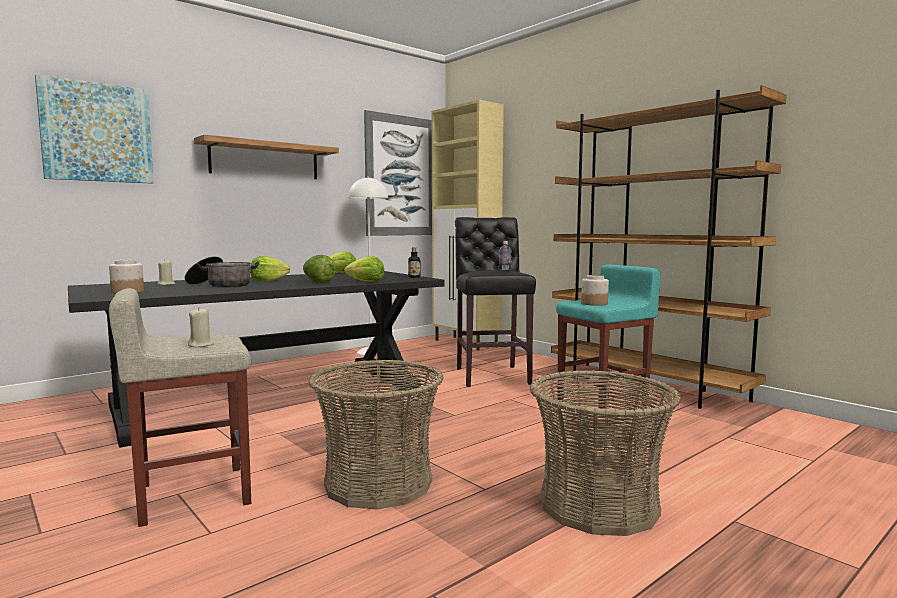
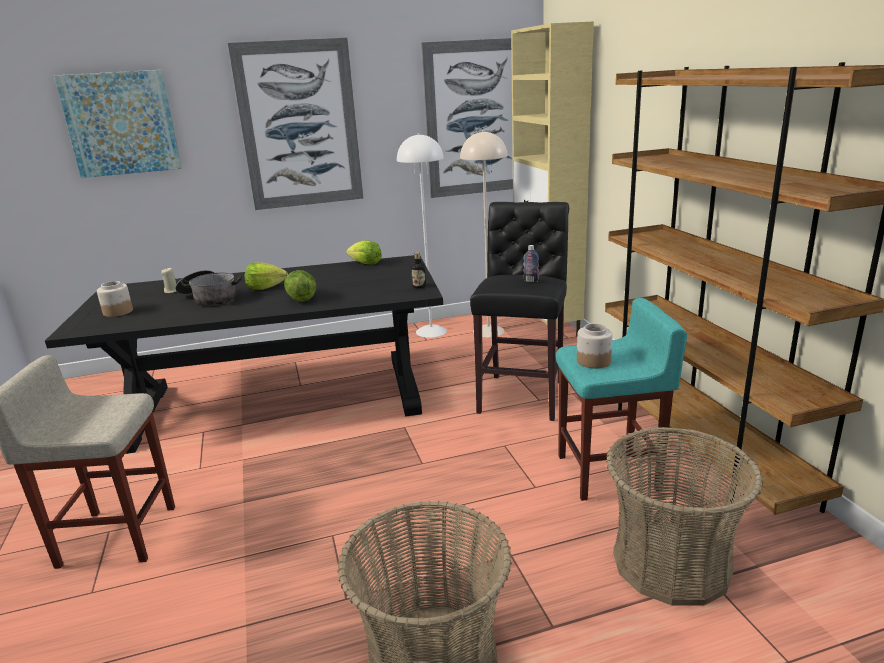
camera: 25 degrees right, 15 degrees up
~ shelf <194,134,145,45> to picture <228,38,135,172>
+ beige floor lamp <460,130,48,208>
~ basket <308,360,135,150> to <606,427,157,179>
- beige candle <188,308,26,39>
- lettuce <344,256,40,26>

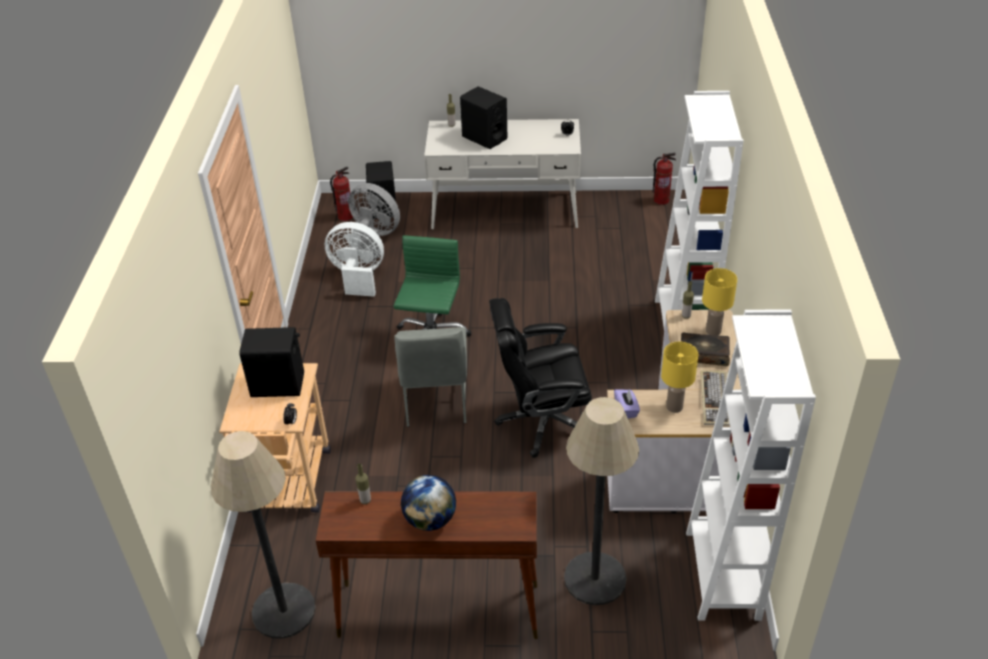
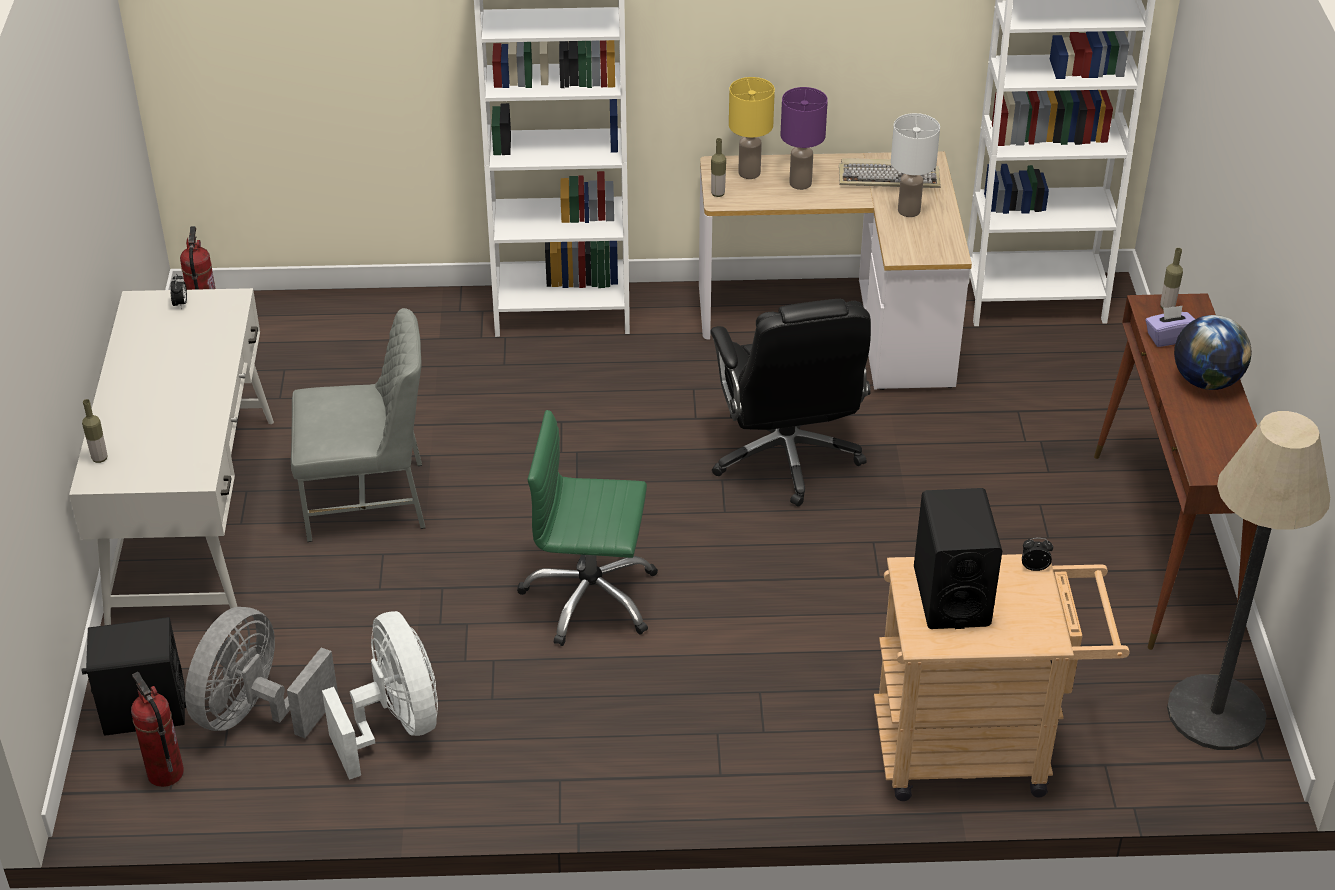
camera: 95 degrees left, 0 degrees up
~ grey chair <394,327,73,100> to <291,308,134,234>
~ white fan <325,222,59,75> = <322,611,116,169> 150 degrees clockwise
~ book <681,333,49,33> to purple table lamp <781,87,47,103>
~ yellow table lamp <661,342,37,71> to white table lamp <891,113,49,104>
~ purple tissue box <614,388,26,31> to <1145,305,50,42>
~ bottle <355,463,16,41> to <1160,248,23,61>
- black speaker <460,86,47,63>
- floor lamp <564,397,75,208>

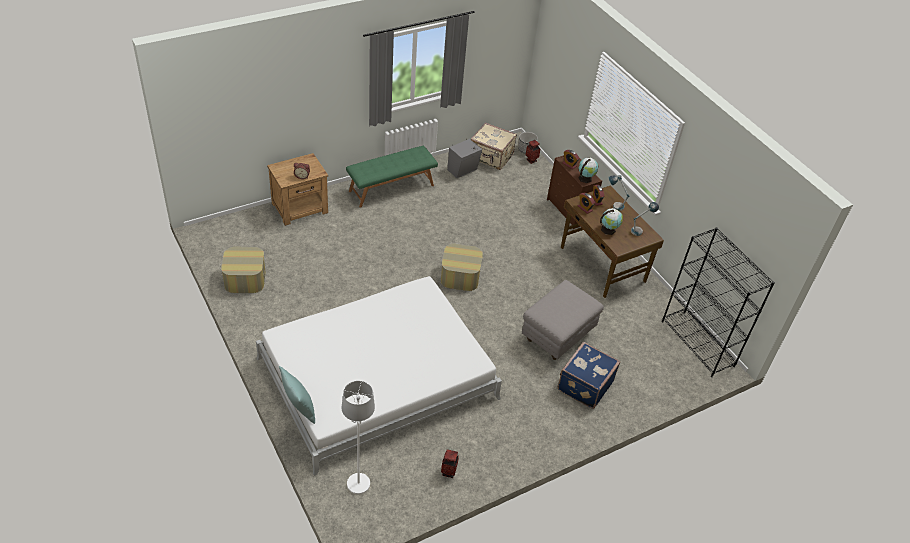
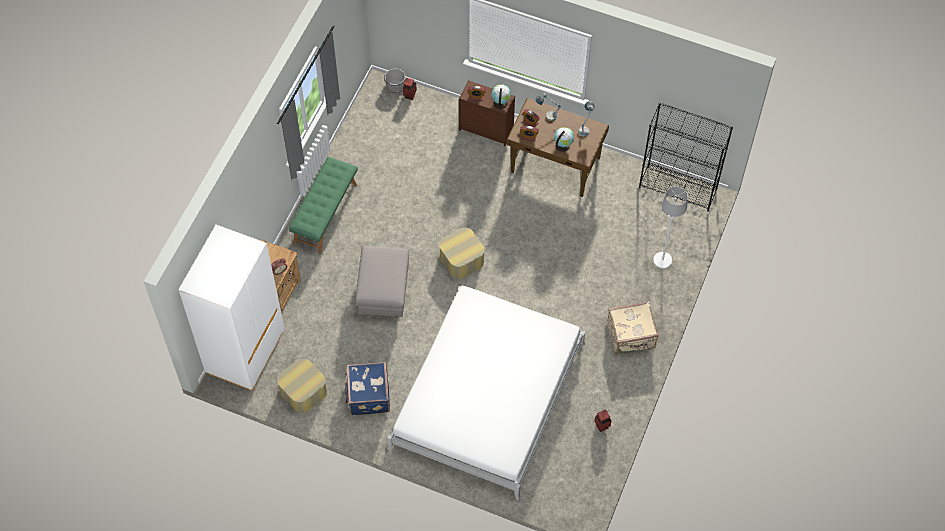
camera: 35 degrees left, 15 degrees up
+ white wardrobe <178,225,107,166>
~ blue suitcase <558,342,62,67> to <345,362,45,54>
~ grey ottoman <522,280,82,80> to <355,246,54,71>
~ beige suitcase <471,122,46,48> to <607,302,52,53>
~ white floor lamp <342,381,33,113> to <653,186,35,83>
- turquoise pillow <279,366,36,58>
- grey speaker <447,139,35,39>

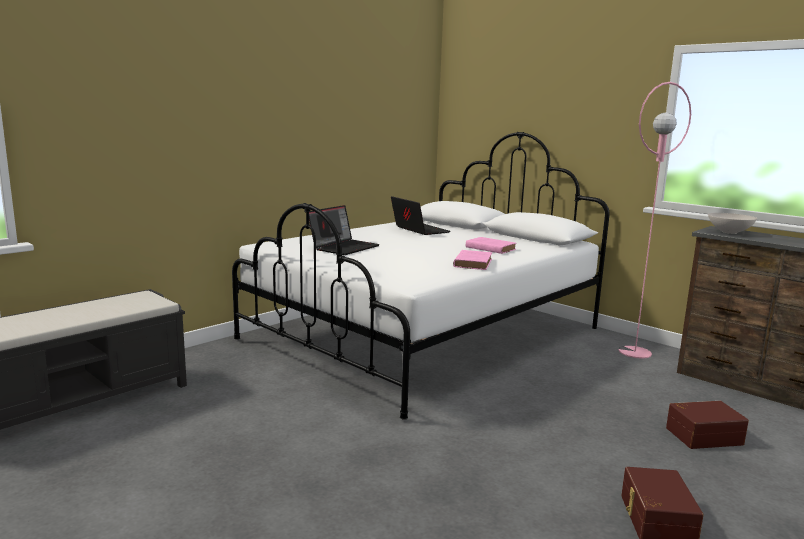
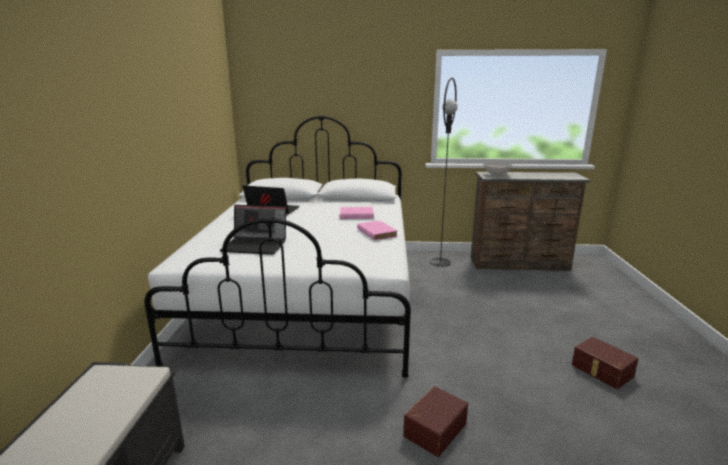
camera: 40 degrees left, 5 degrees up
~ laptop <309,205,71,50> = <220,205,66,50> 105 degrees clockwise
~ brown storage box <666,401,83,48> to <403,386,65,71>
~ pink floor lamp <619,82,72,277> to black floor lamp <430,78,28,189>

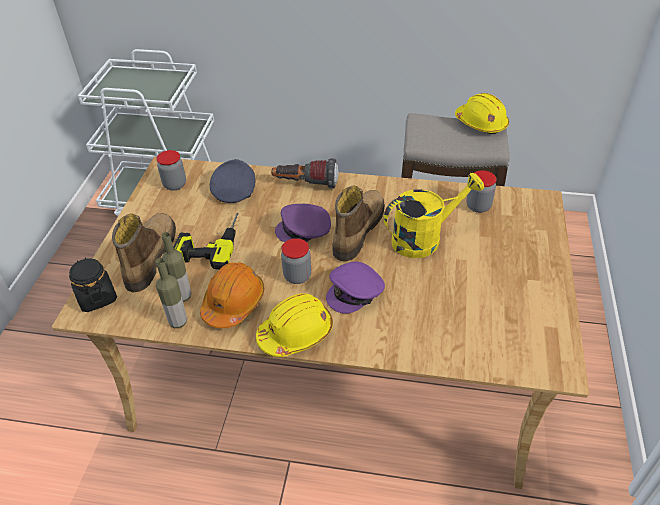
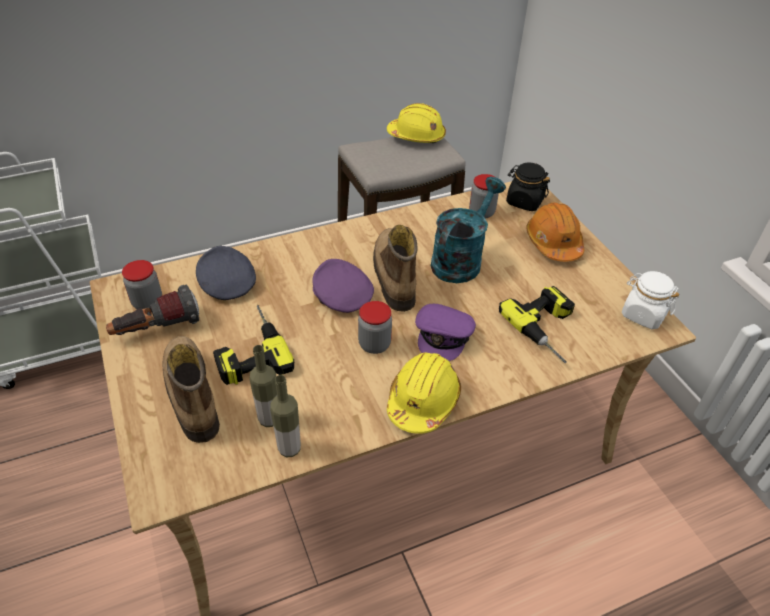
camera: 35 degrees left, 0 degrees up
~ flashlight <271,158,68,31> to <106,285,93,50>
~ purple cap <275,204,56,38> = <313,259,61,54> 90 degrees clockwise
~ yellow watering can <384,173,100,85> to turquoise watering can <431,177,75,106>
+ power drill <499,286,76,77>
~ black jar <69,258,48,54> to <506,162,44,49>
~ orange hard hat <200,262,64,66> to <526,202,58,60>
+ white jar <622,271,57,58>

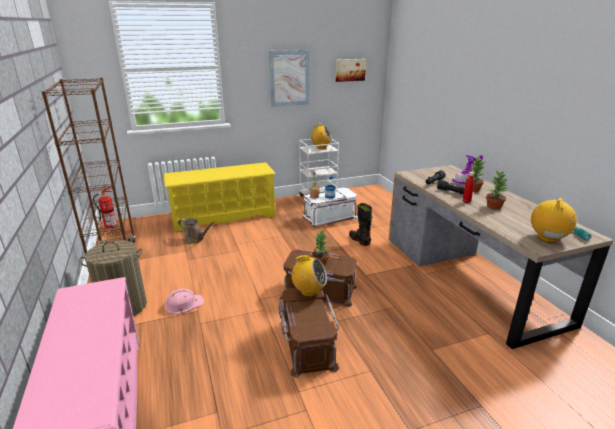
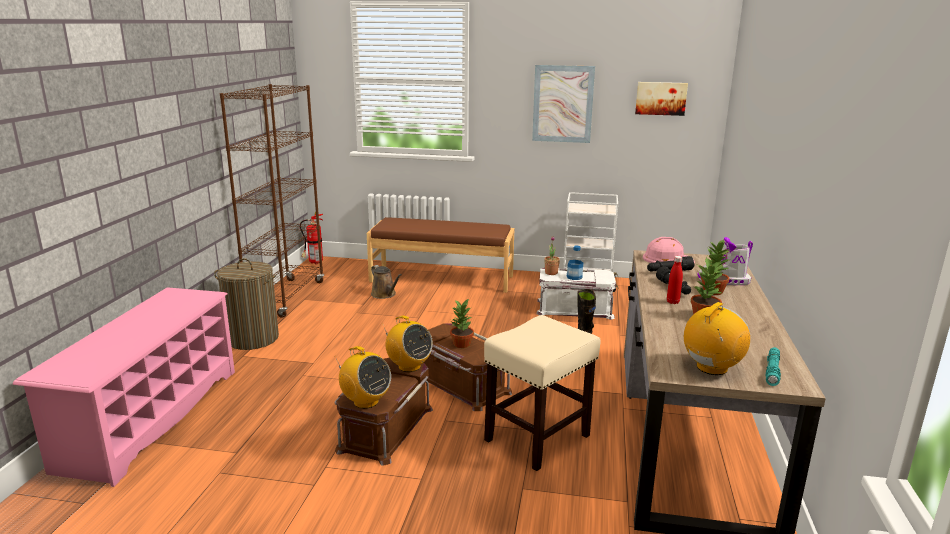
camera: 30 degrees right, 5 degrees down
~ radio <311,123,21,26> to <336,346,55,63>
~ yellow shoe rack <163,162,113,70> to brown bench <367,217,147,76>
+ beige stool <484,315,117,156>
~ pink hard hat <165,289,39,26> to <643,237,52,26>

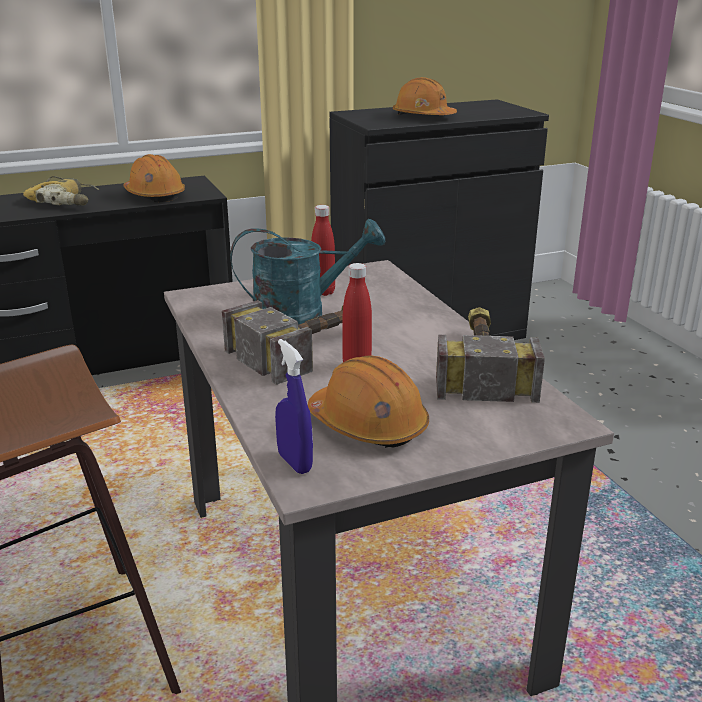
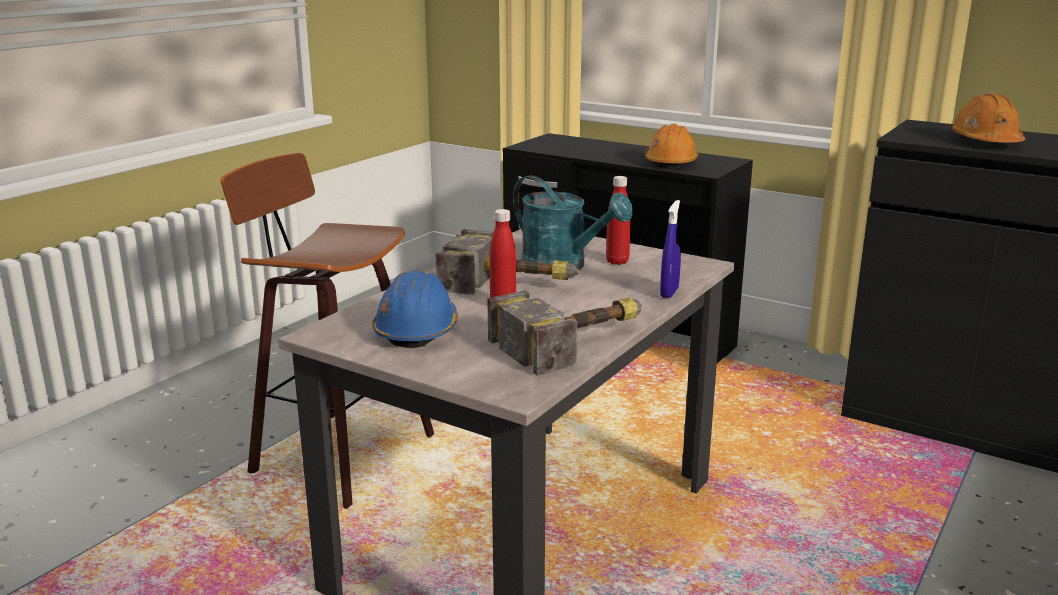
camera: 55 degrees right, 5 degrees down
~ orange hard hat <308,355,121,93> to blue hard hat <372,270,86,78>
~ blue spray bottle <275,339,38,135> to <660,200,21,98>
- power drill <23,176,76,29>

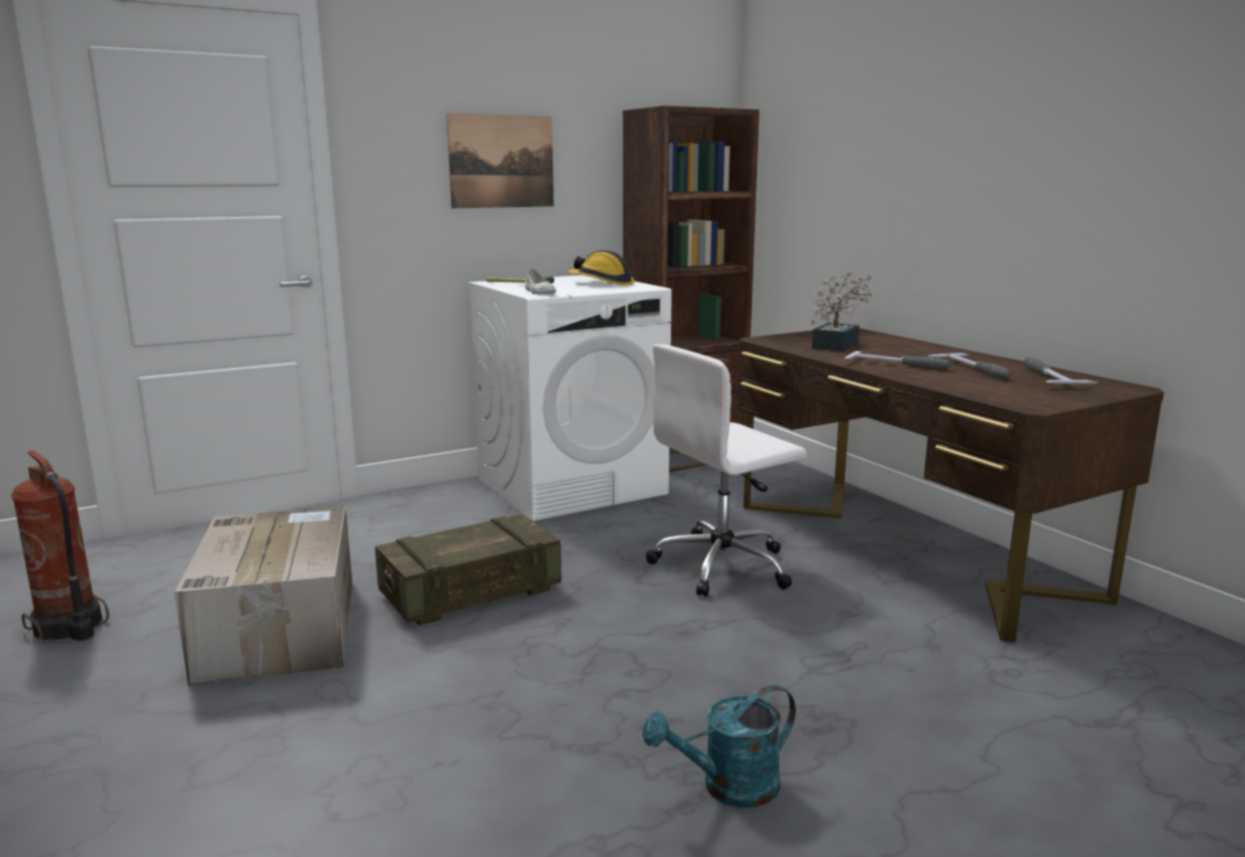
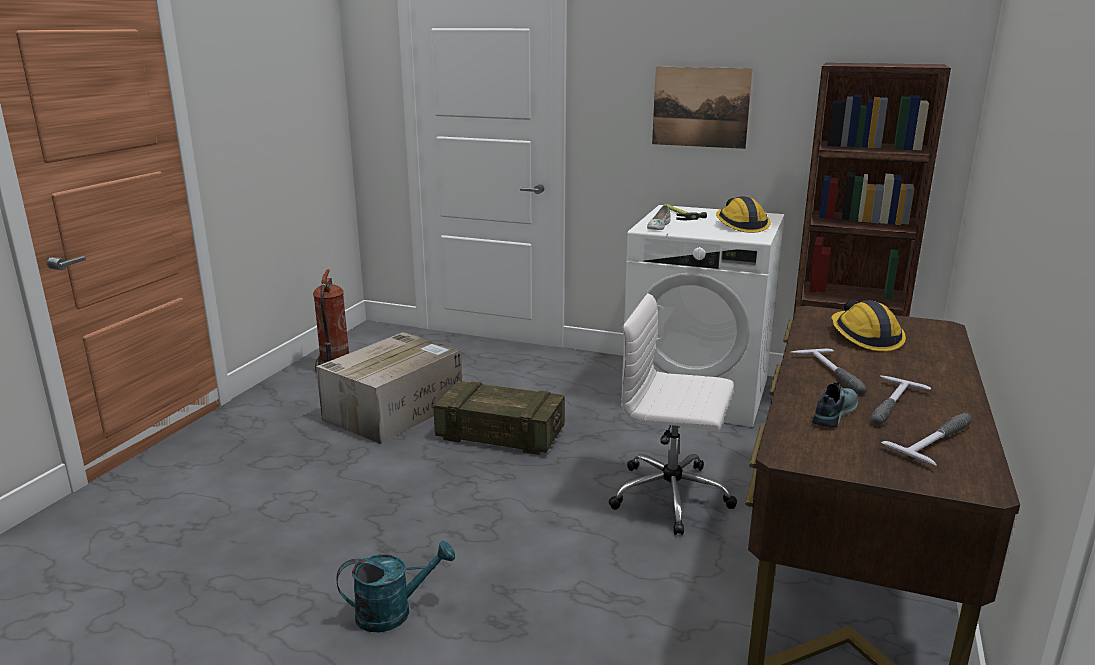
camera: 50 degrees right, 5 degrees up
~ turquoise watering can <643,685,153,123> = <336,541,119,91> 135 degrees clockwise
+ shoe <812,381,46,47>
~ potted plant <811,272,61,79> to hard hat <831,299,75,52>

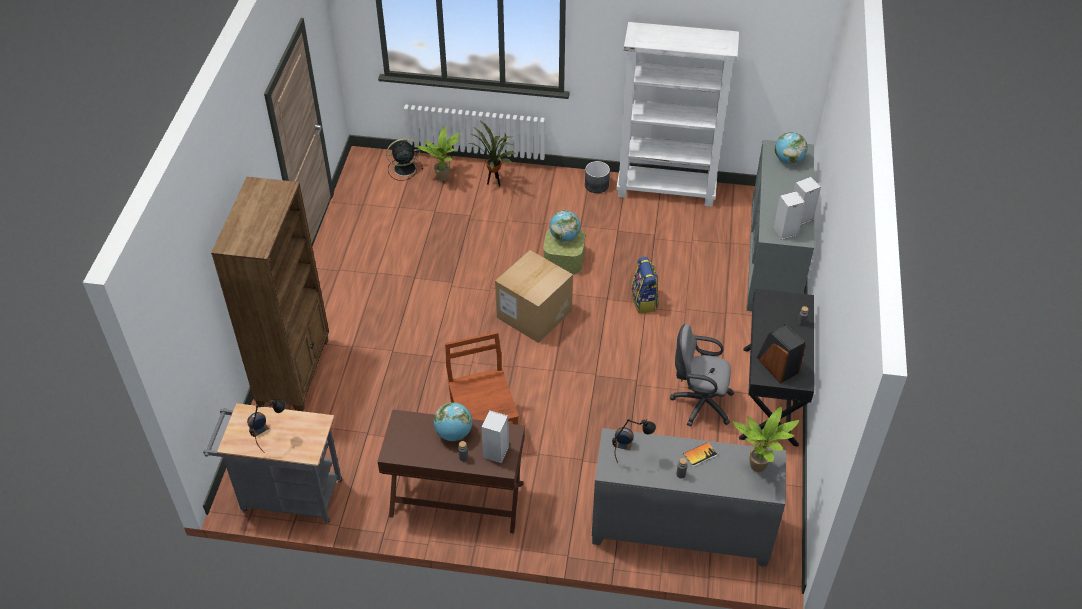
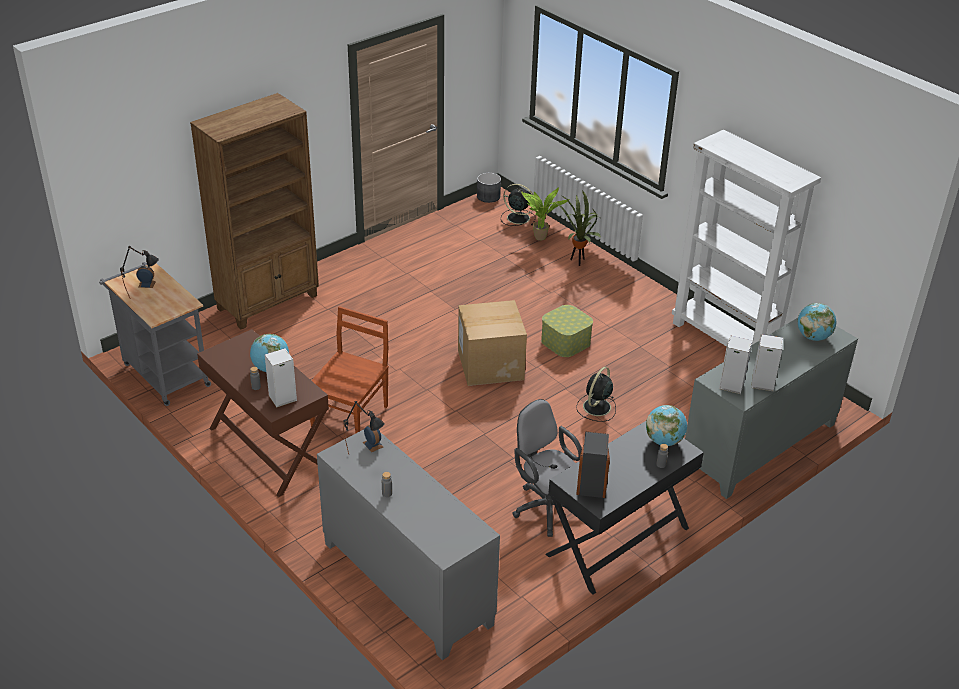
camera: 40 degrees right, 10 degrees down
~ grey planter <585,161,25,32> to <477,173,24,30>
~ backpack <631,257,28,56> to black fan <576,367,40,55>
~ globe <549,210,32,32> to <646,405,41,41>
- book <684,442,33,25>
- potted plant <733,407,66,65>

